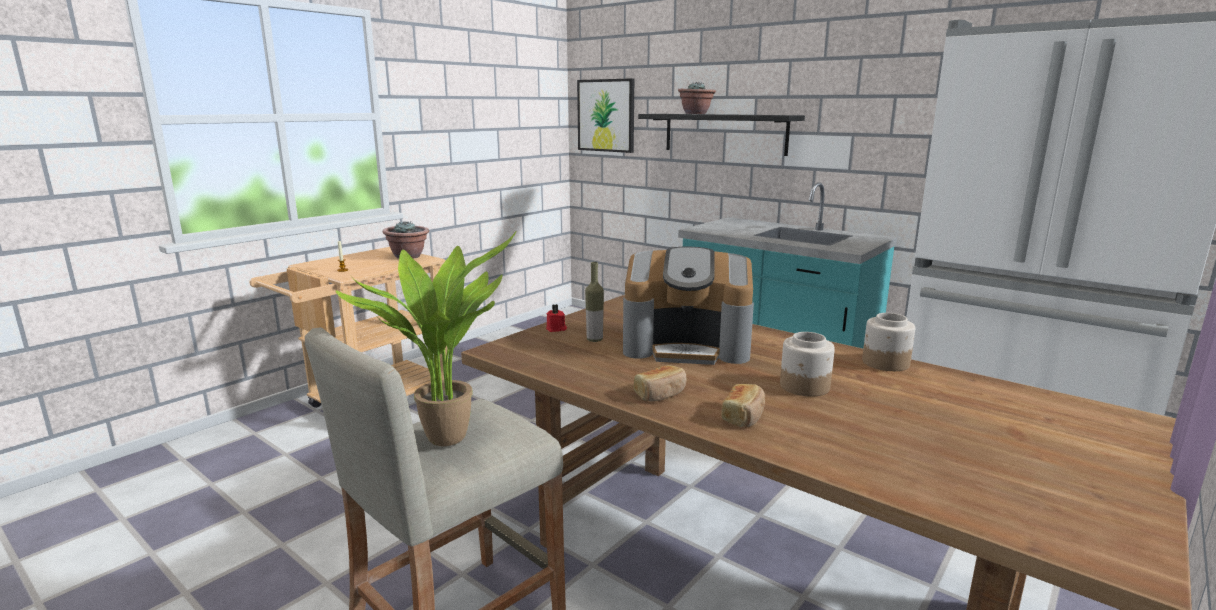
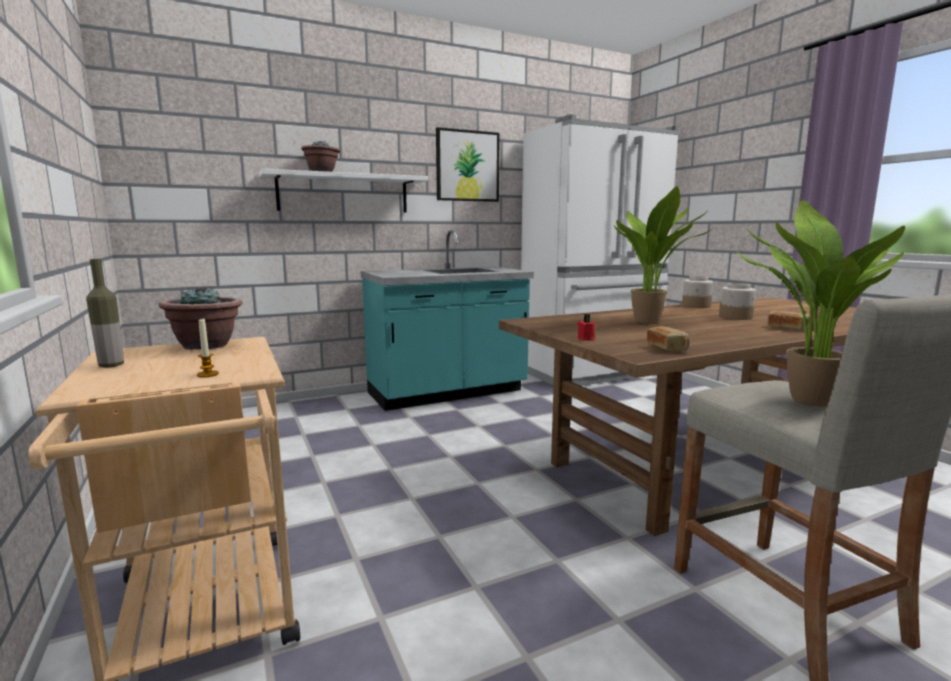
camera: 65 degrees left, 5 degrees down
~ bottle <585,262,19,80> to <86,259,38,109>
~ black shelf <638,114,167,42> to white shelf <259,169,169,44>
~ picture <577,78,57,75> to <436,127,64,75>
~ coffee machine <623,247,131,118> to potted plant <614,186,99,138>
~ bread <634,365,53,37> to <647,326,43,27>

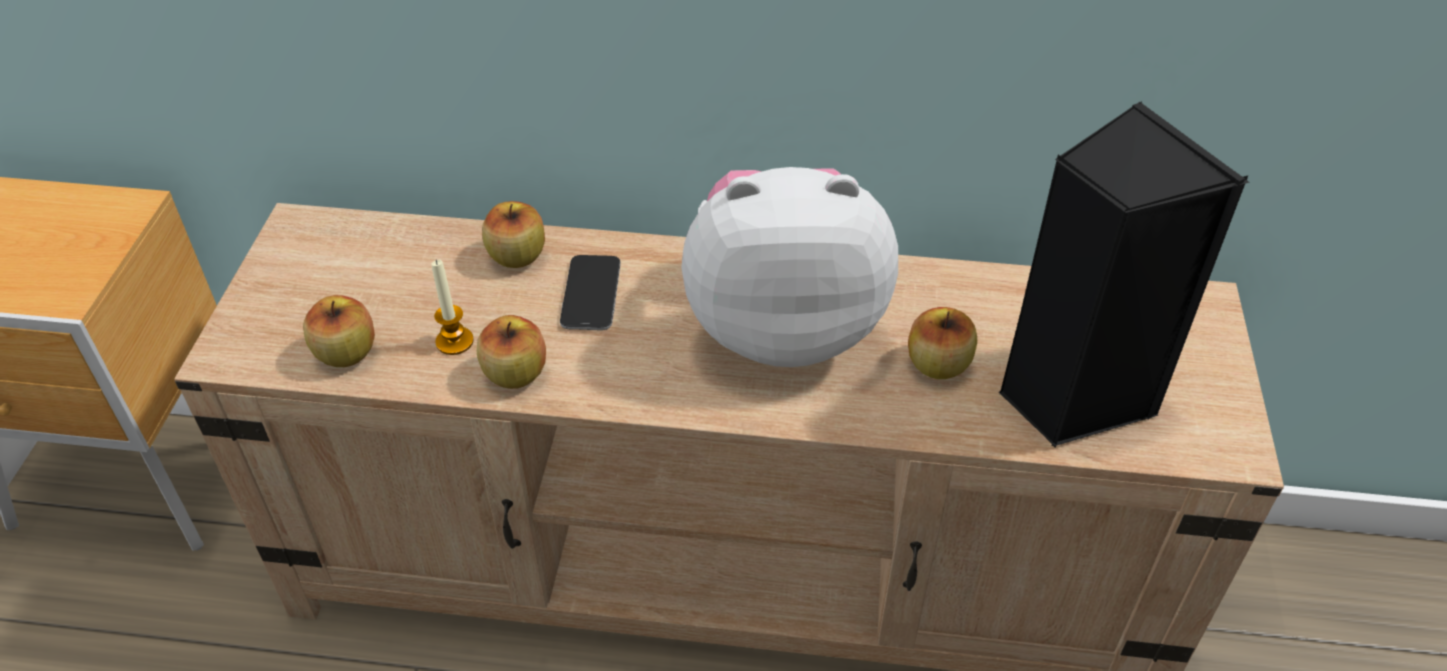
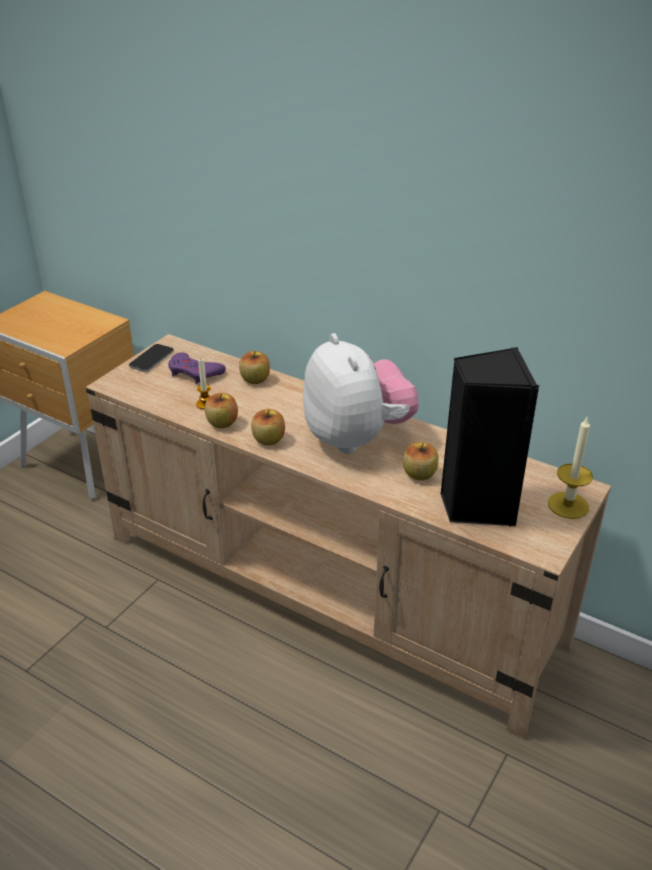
camera: 25 degrees right, 10 degrees down
~ phone <560,255,61,75> to <129,344,45,28>
+ purple game controller <168,352,58,32>
~ apple <303,295,72,72> to <251,409,34,36>
~ plush toy <681,167,217,200> = <303,333,116,121> 45 degrees clockwise
+ candle <548,417,45,102>

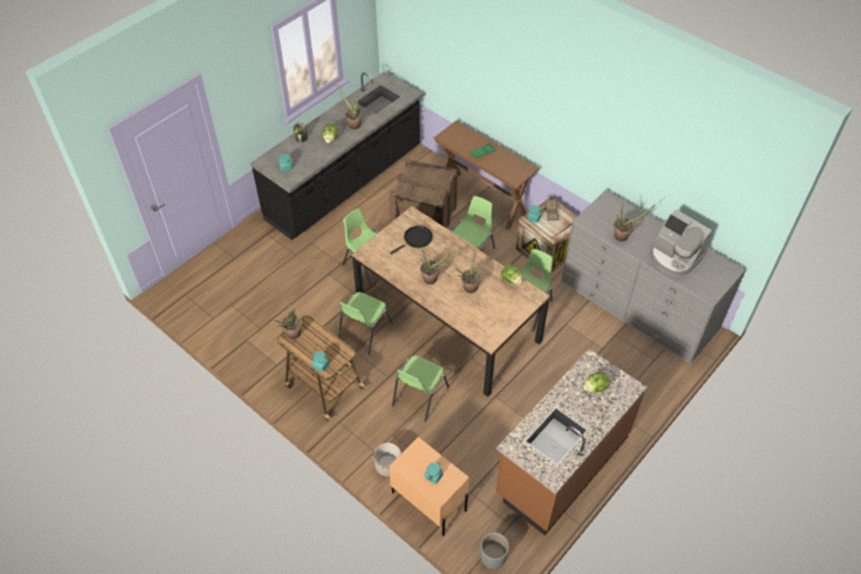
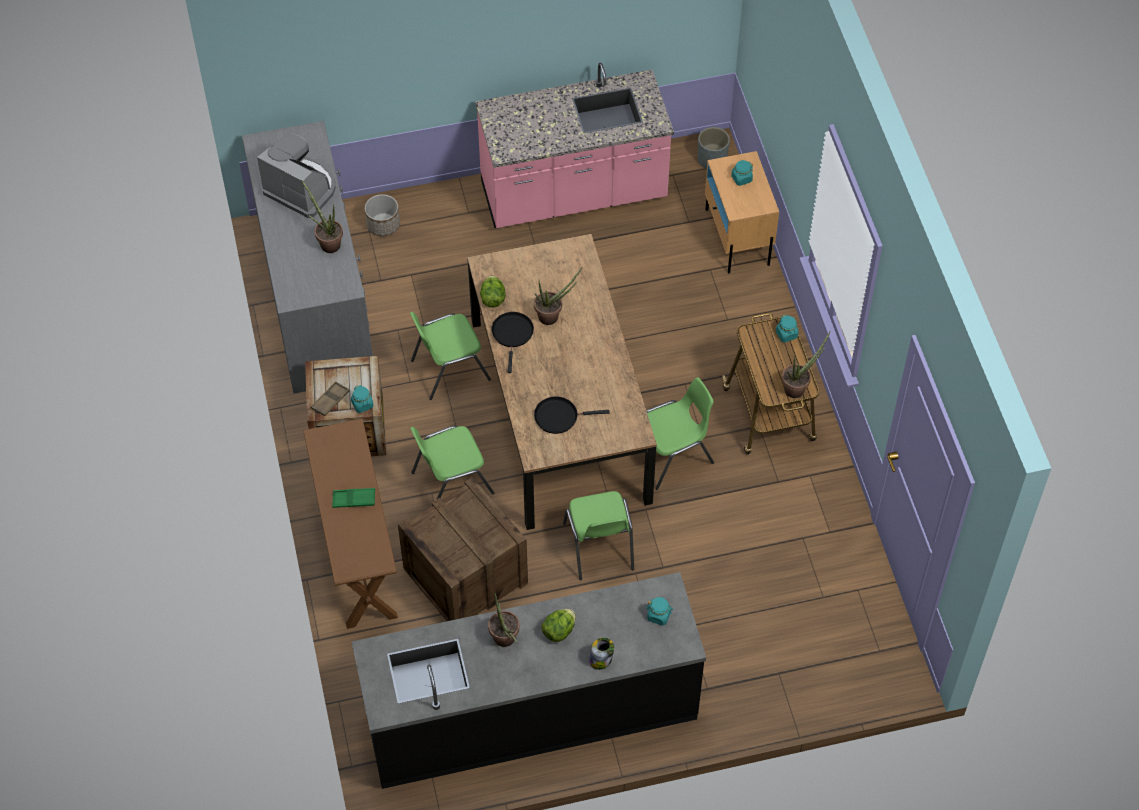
camera: 145 degrees left, 5 degrees up
~ coffee machine <650,209,62,67> = <257,134,78,84> 45 degrees counterclockwise
~ planter <374,443,27,34> to <365,194,35,42>
~ brown counter <496,349,151,186> to pink counter <475,63,199,165>
+ black frying pan <492,312,42,61>
- green chair <392,355,57,67>
- potted plant <420,248,35,36>
- lettuce <583,372,27,21>

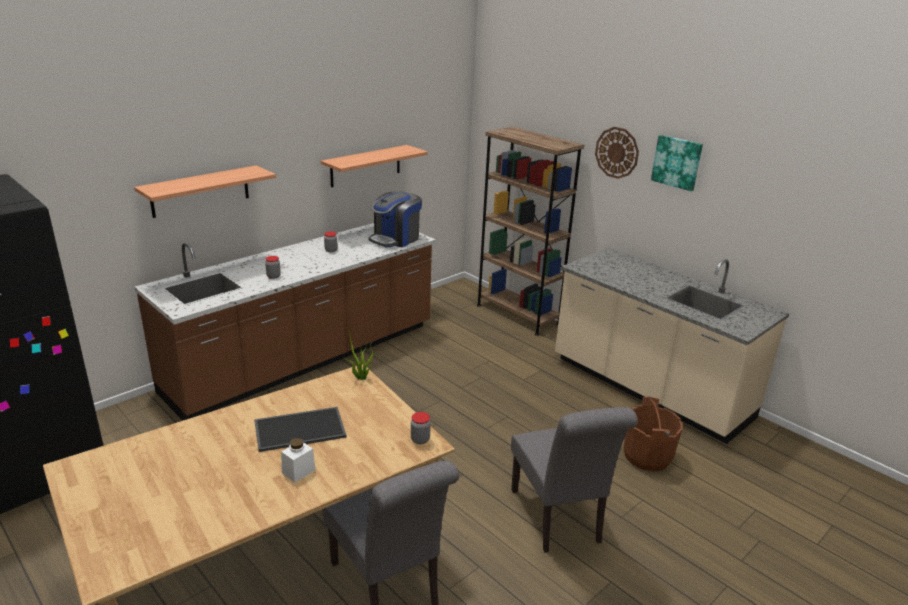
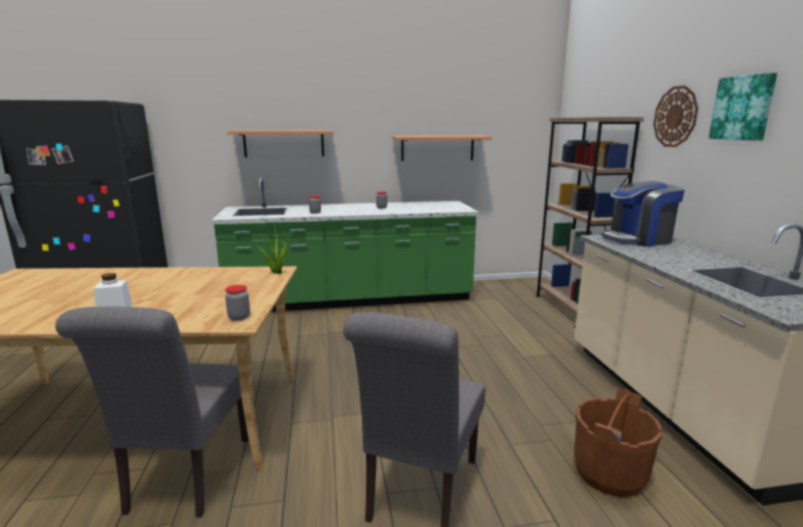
camera: 35 degrees right, 10 degrees down
~ brown counter <134,223,302,198> to green counter <212,178,267,134>
~ coffee machine <368,191,54,57> to <601,181,84,66>
- tray <254,407,92,45>

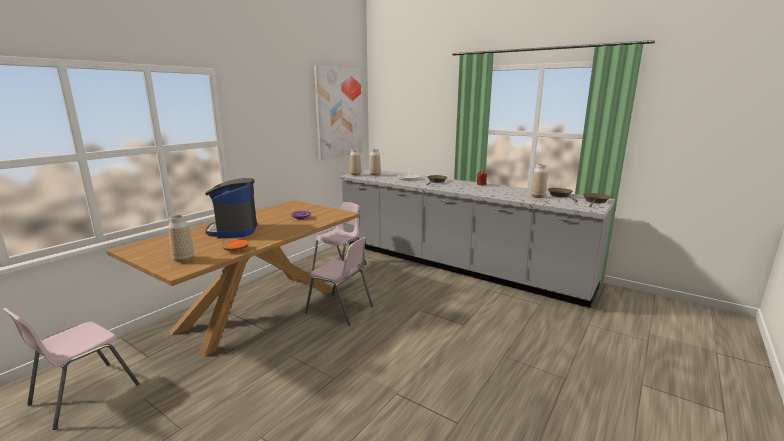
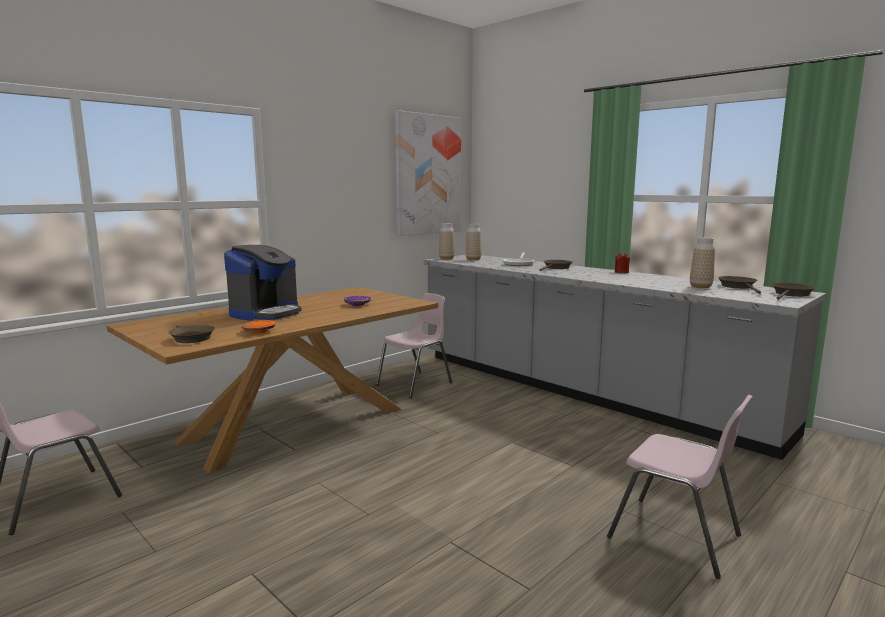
camera: 10 degrees right, 5 degrees down
~ vase <168,215,26,47> to brown frying pan <168,325,47,18>
~ coffee machine <205,178,52,60> = <224,245,78,76> 150 degrees counterclockwise
~ pink chair <305,237,68,89> to <607,395,146,184>

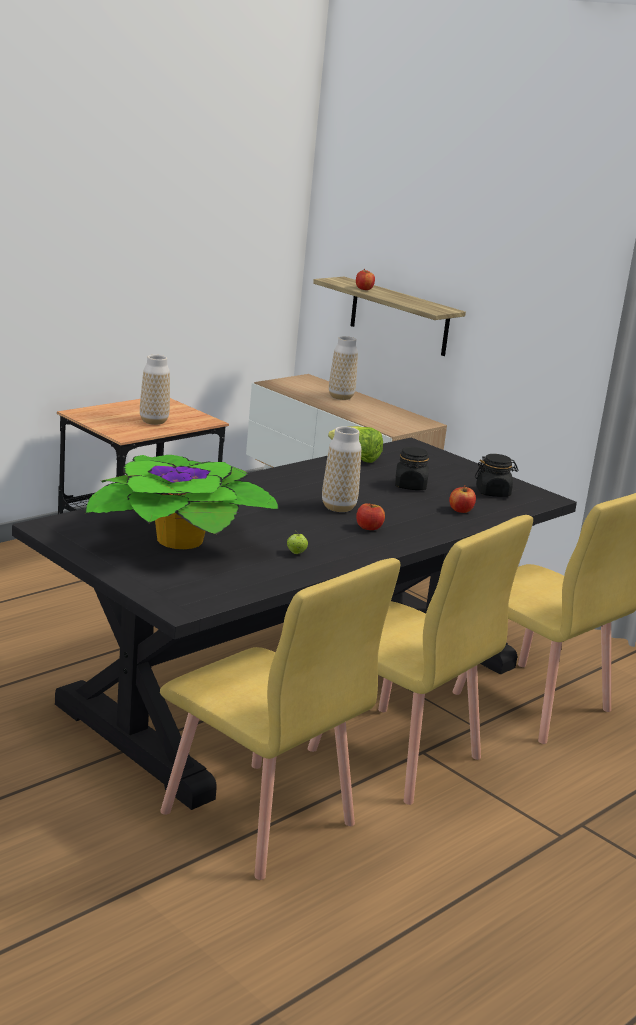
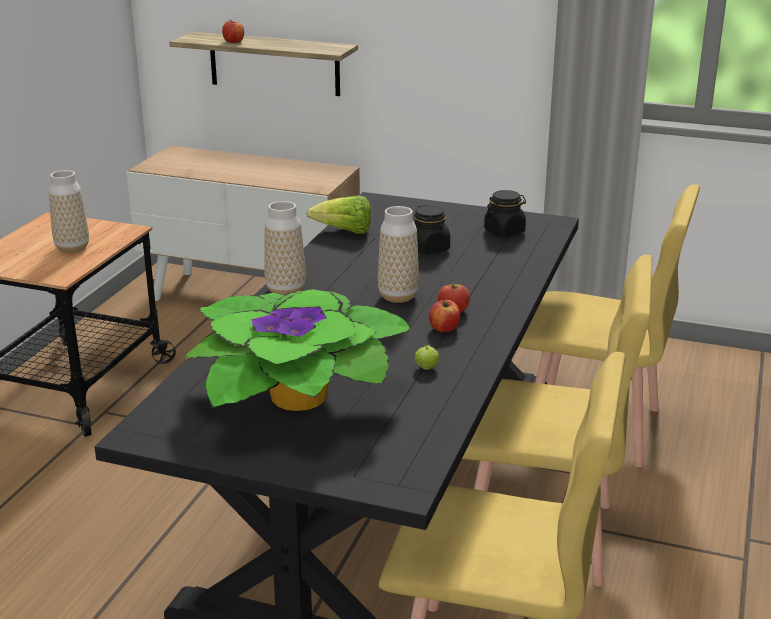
camera: 25 degrees left, 5 degrees up
~ vase <329,336,29,64> to <264,201,42,94>
~ apple <449,485,27,28> to <429,299,31,33>

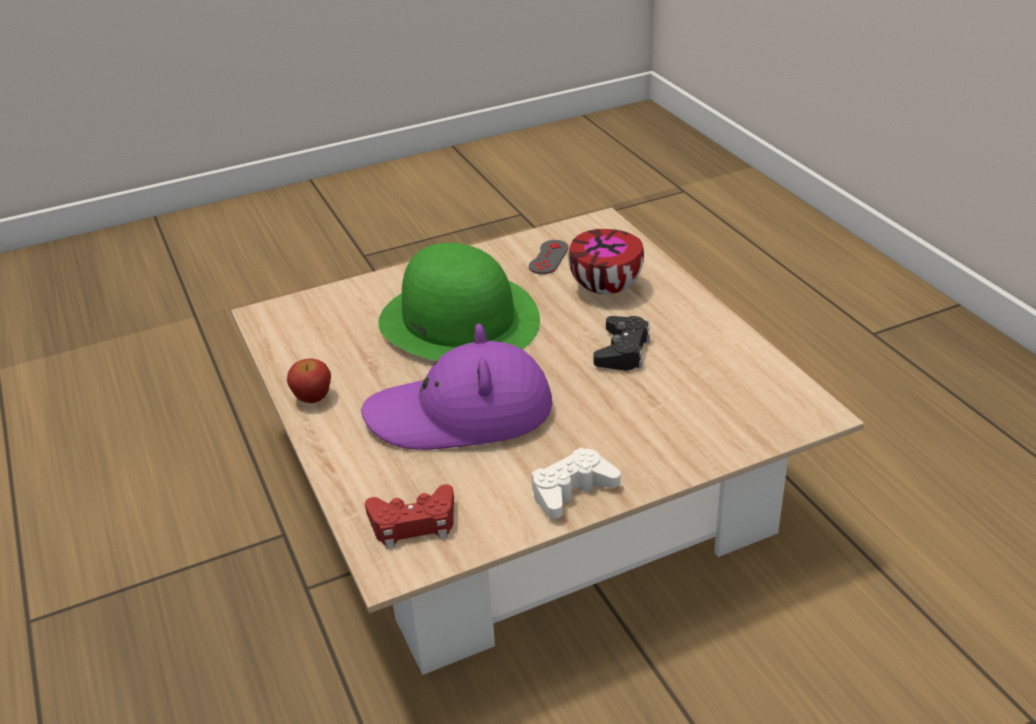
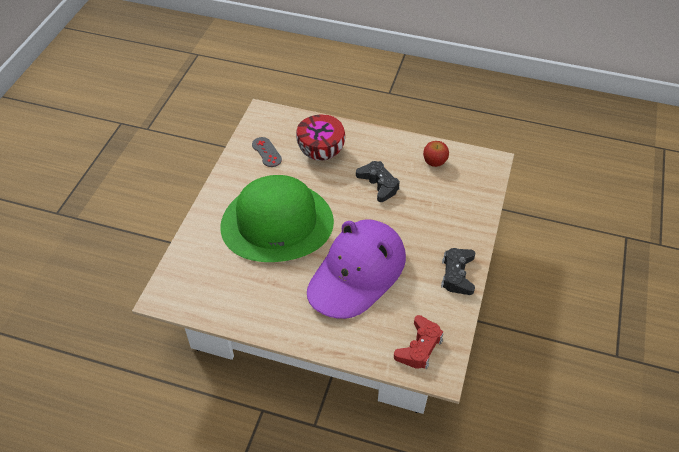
camera: 50 degrees left, 15 degrees up
~ apple <287,358,44,45> to <423,141,26,26>
~ white game controller <532,447,89,72> to black game controller <441,248,34,47>

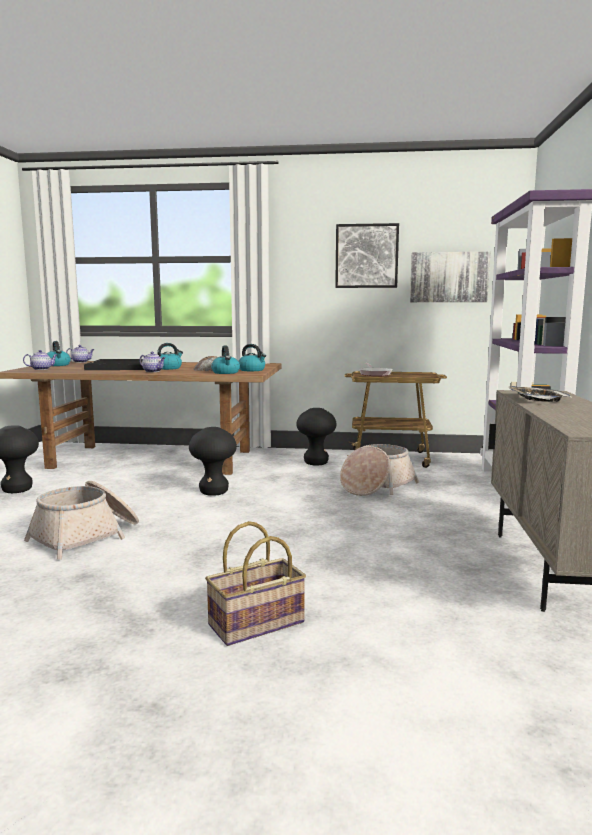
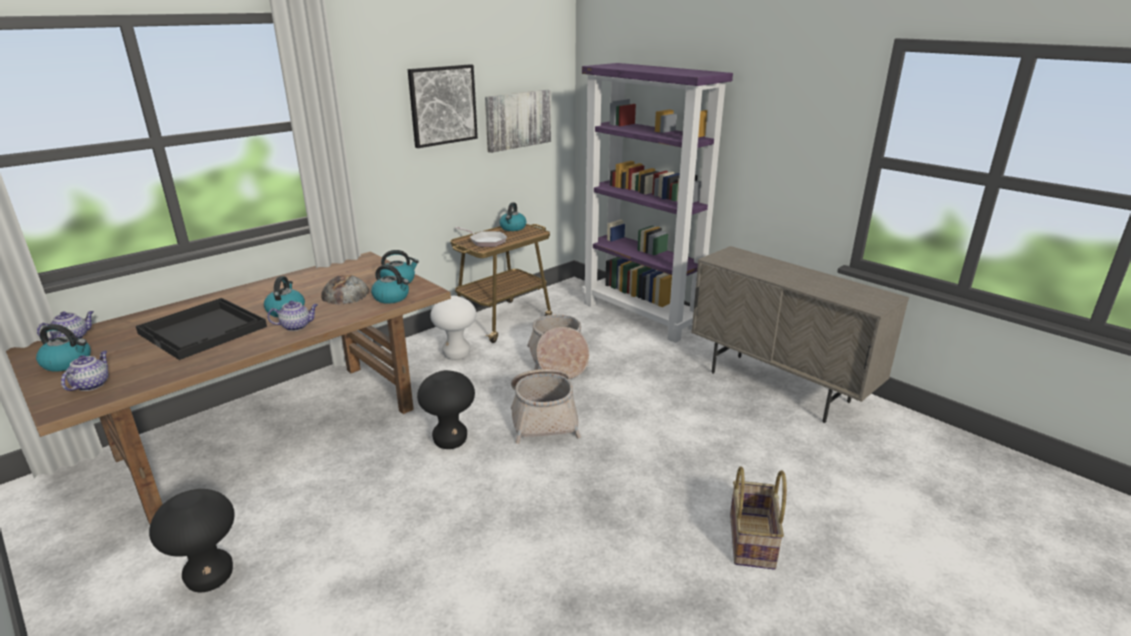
camera: 50 degrees left, 15 degrees up
~ black stool <296,408,41,57> to white stool <430,296,46,64>
+ kettle <499,202,27,29>
~ basket <24,481,115,79> to <511,369,70,75>
- tray <509,387,63,15>

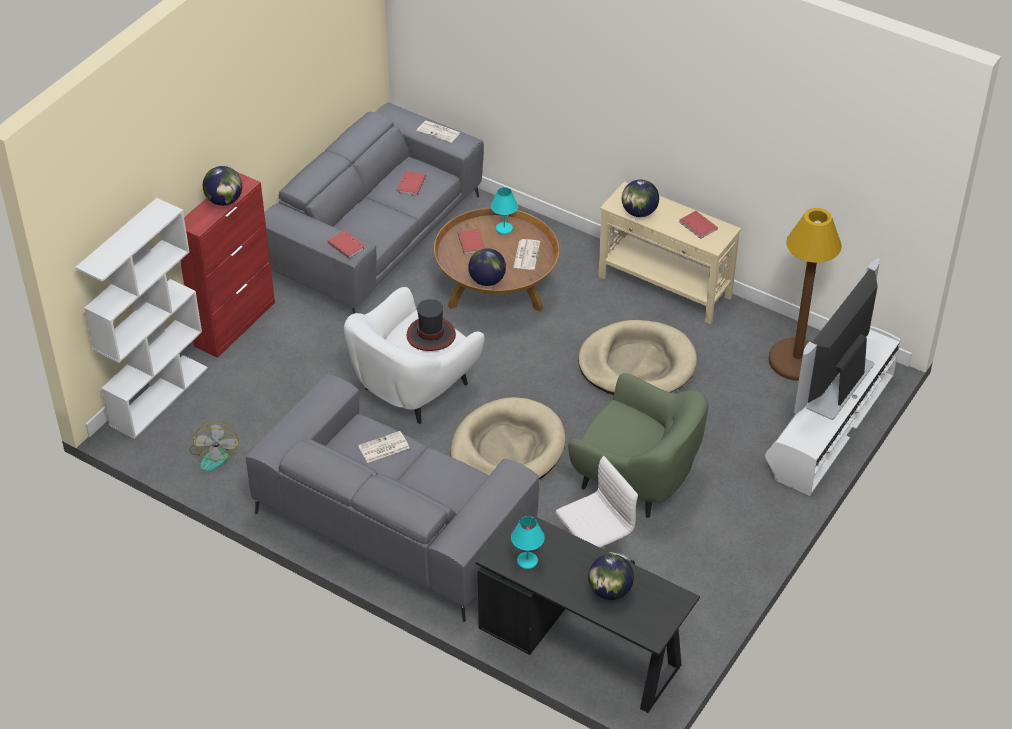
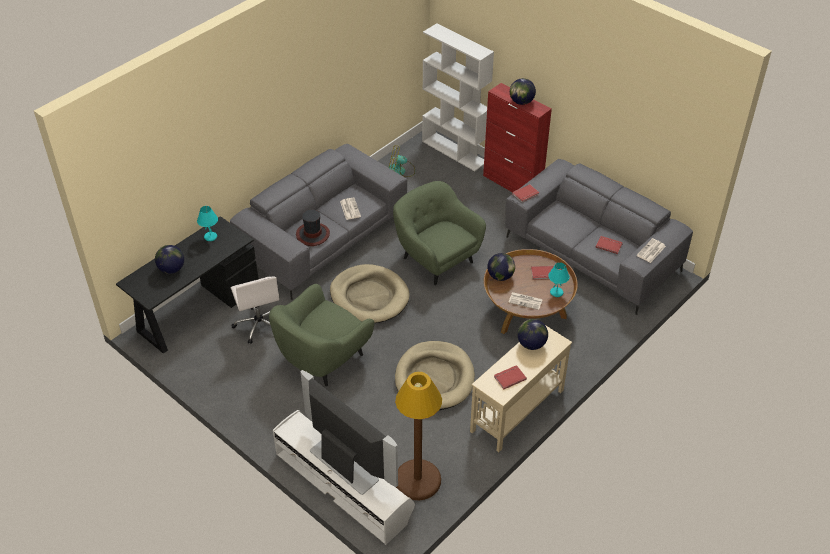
camera: 100 degrees right, 0 degrees up
~ hat <407,299,49,52> to <296,210,34,36>
~ white armchair <344,287,140,137> to green armchair <393,181,93,104>

